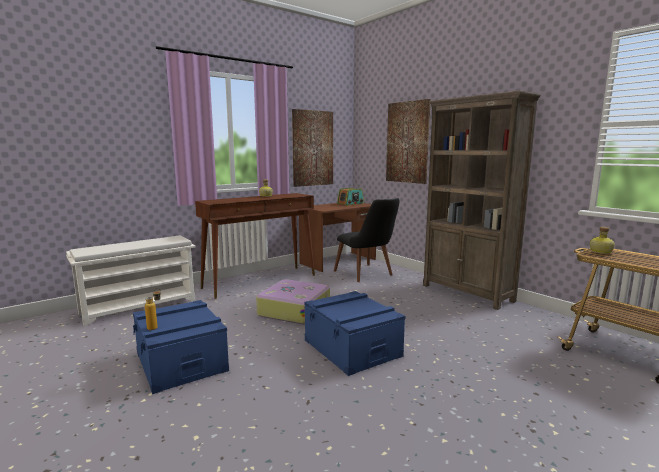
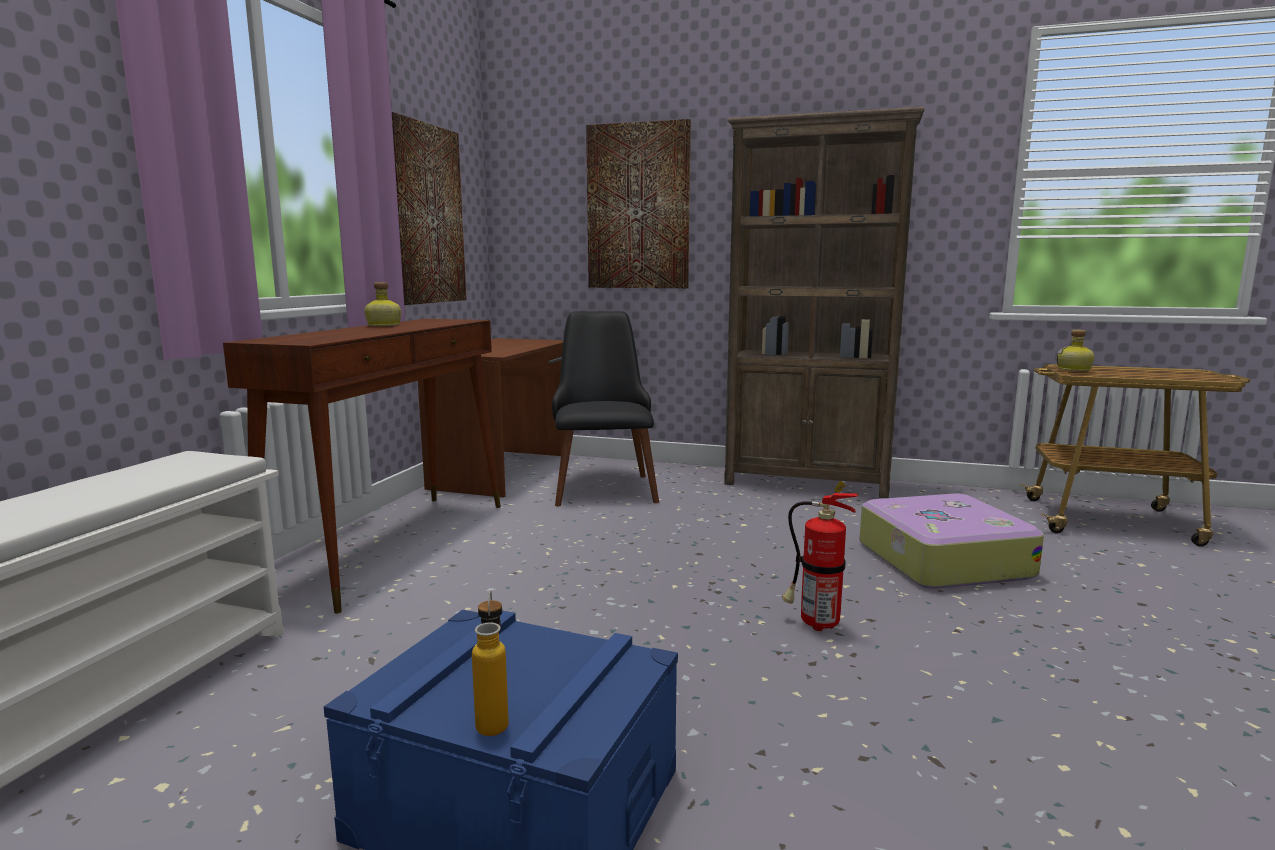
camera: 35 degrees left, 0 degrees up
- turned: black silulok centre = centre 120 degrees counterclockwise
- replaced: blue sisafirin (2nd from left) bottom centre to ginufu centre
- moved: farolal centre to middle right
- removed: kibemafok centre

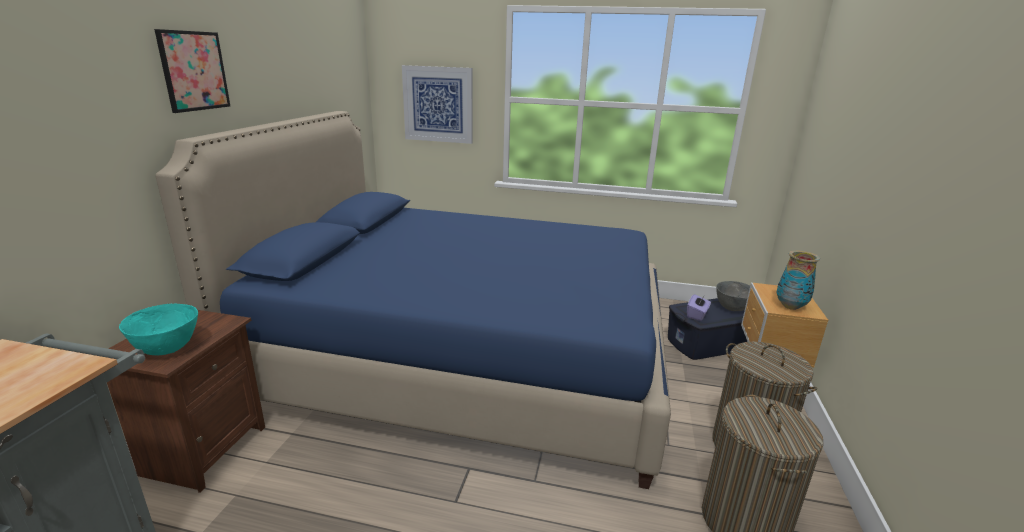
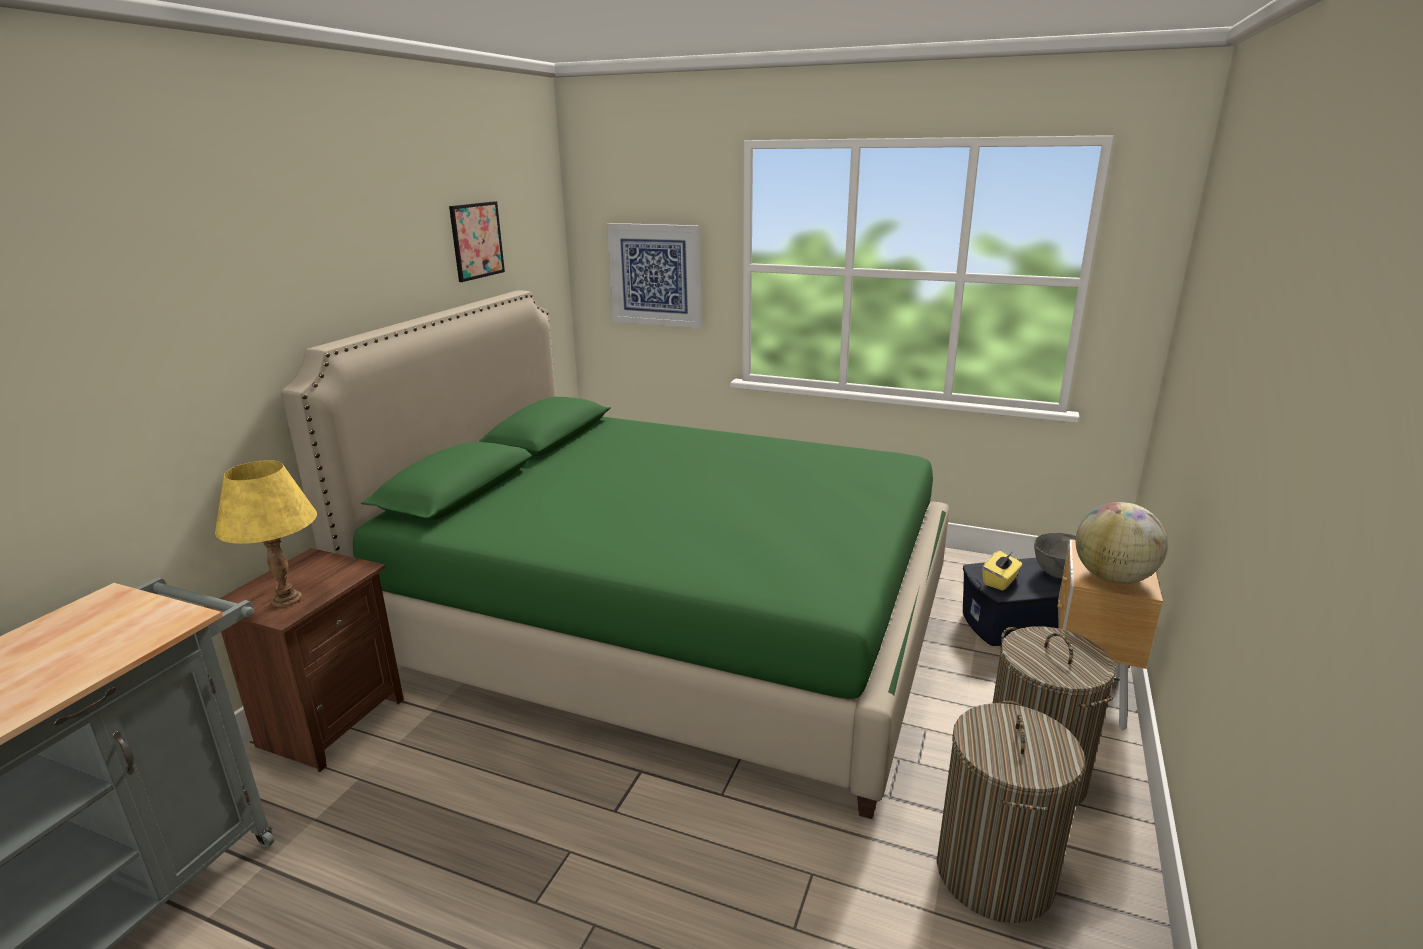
camera: 10 degrees right, 0 degrees up
- replaced: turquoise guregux middle left to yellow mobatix middle left
- recoloured: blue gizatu centre to green gizatu centre
- moved: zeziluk (1st from left) top left to top centre
- recoloured: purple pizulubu middle right to yellow pizulubu middle right
- replaced: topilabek middle right to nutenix middle right

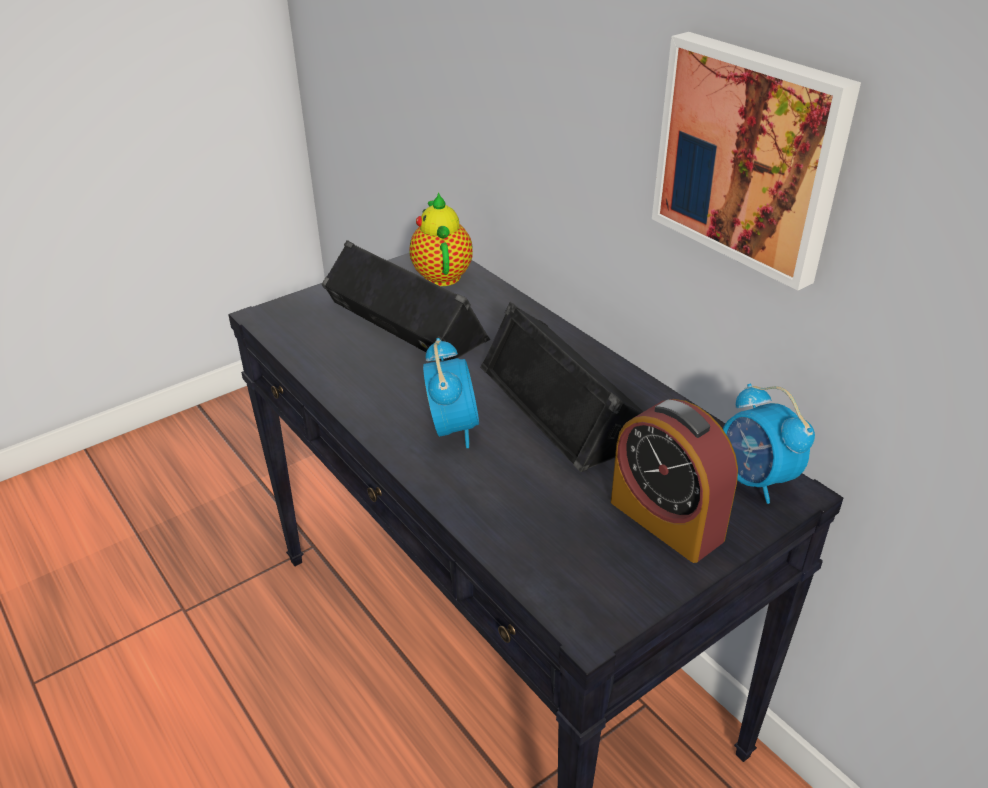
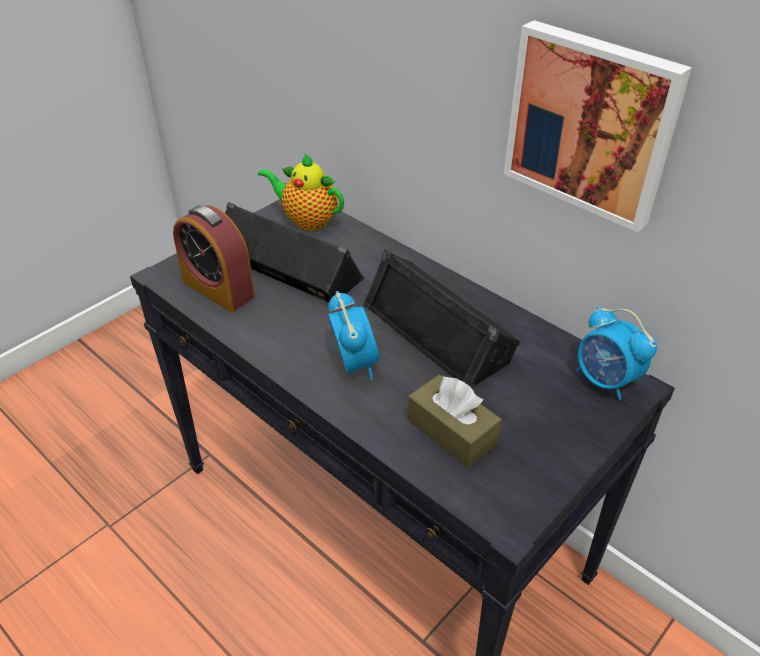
camera: 10 degrees left, 5 degrees up
- moved: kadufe (2nd from left in the first image) middle right to kadufe (1st from left) middle left
- turned: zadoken top centre = top centre 45 degrees counterclockwise
- added: brown pizulubu centre

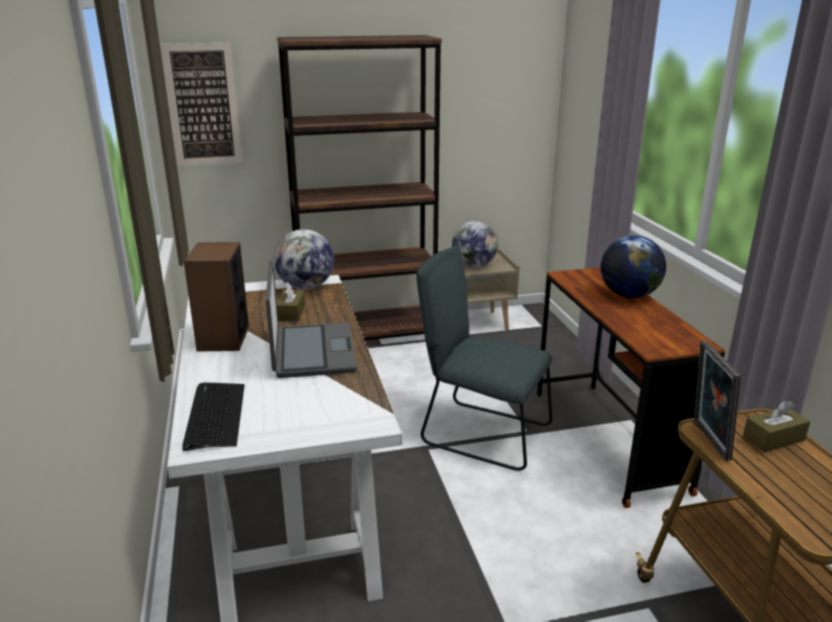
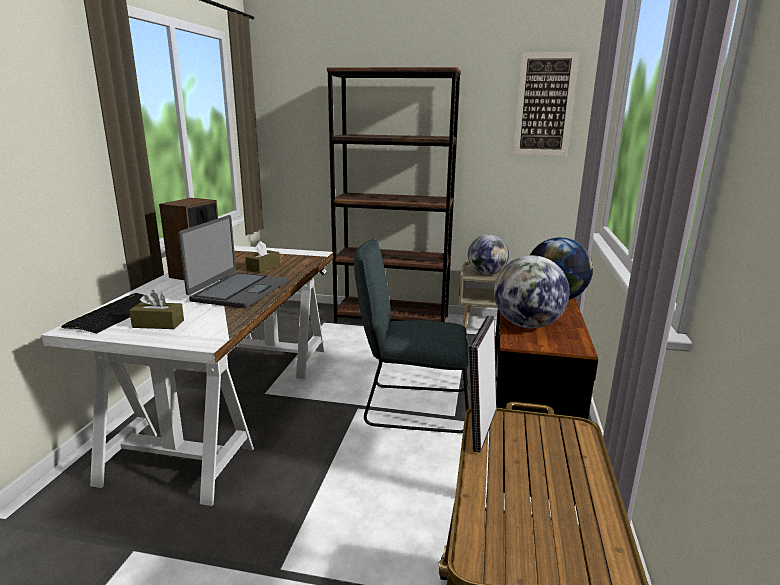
camera: 25 degrees right, 5 degrees down
- moved: brown pizulubu (2nd from left in the first image) bottom right to brown pizulubu (1st from left) middle left
- turned: grey silulok centre = centre 45 degrees counterclockwise
- moved: nutenix (1st from left in the first image) centre to nutenix (2nd from left) middle right
- moved: zeziluk top left to top right

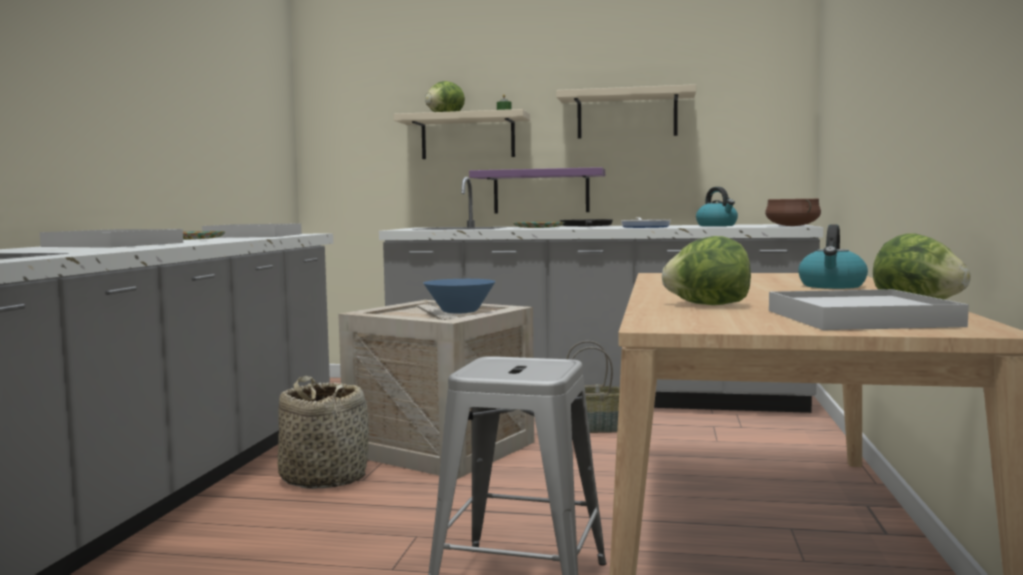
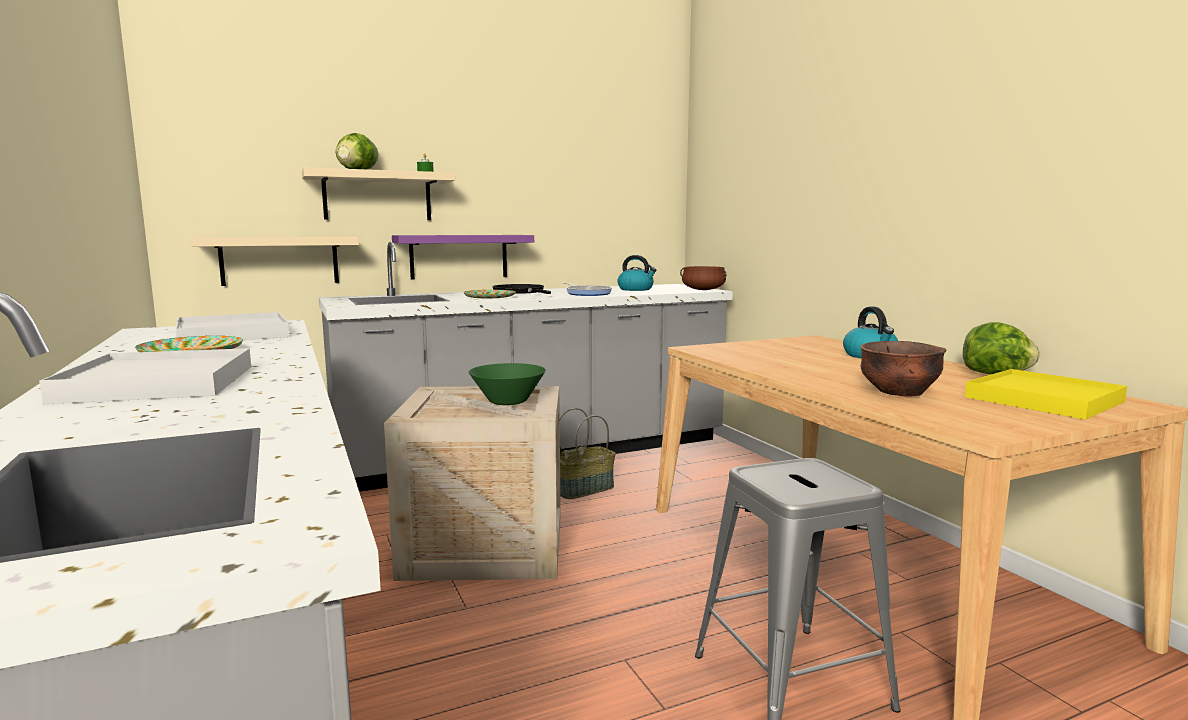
camera: 35 degrees left, 5 degrees up
- moved: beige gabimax (2nd from left in the first image) top centre to beige gabimax (1st from left) middle left
- recoloured: blue guregux centre to green guregux centre
- replaced: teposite (2nd from left) middle right to brown guregux middle right
- recoloured: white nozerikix (3rd from left) middle right to yellow nozerikix middle right
- removed: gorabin (1st from left) bottom left

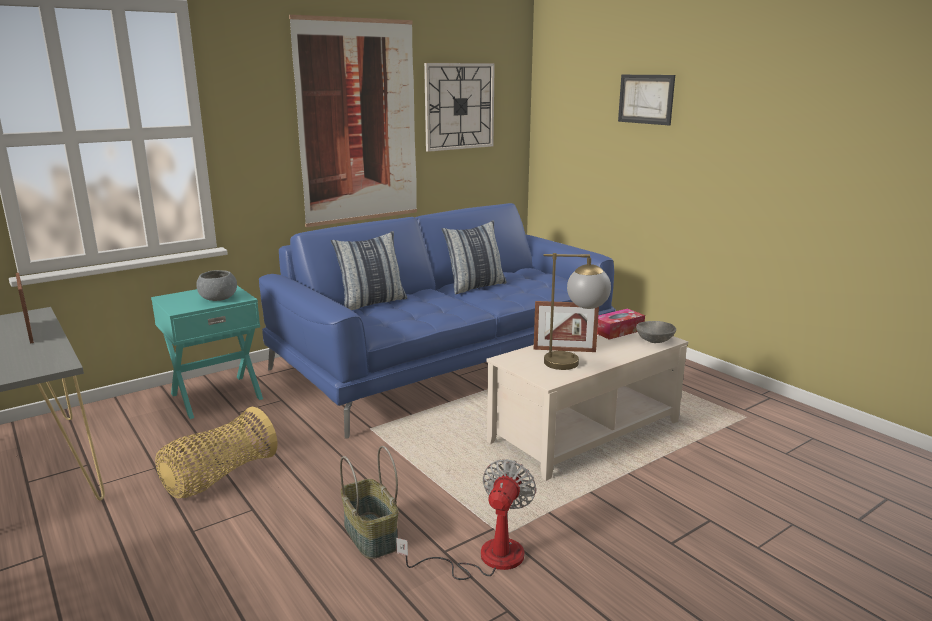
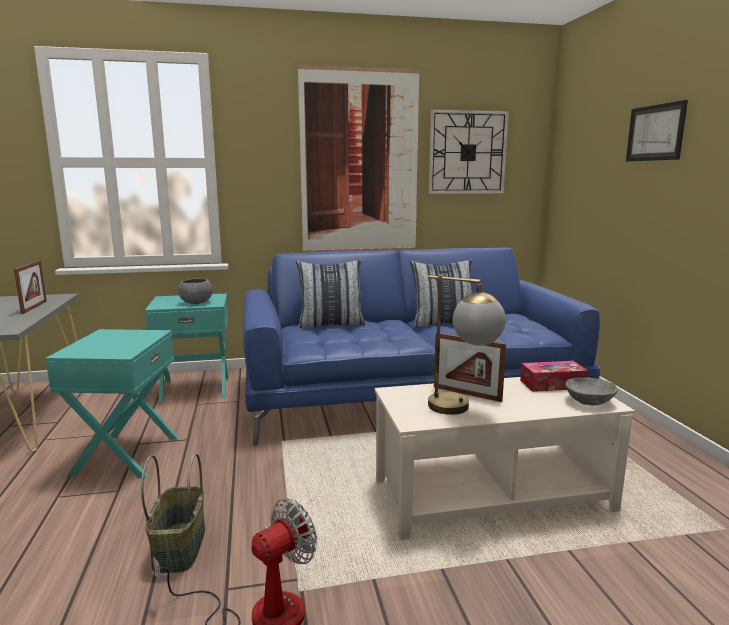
camera: 25 degrees right, 5 degrees down
- replaced: gorabin (1st from left) bottom left to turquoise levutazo (1st from left) middle left

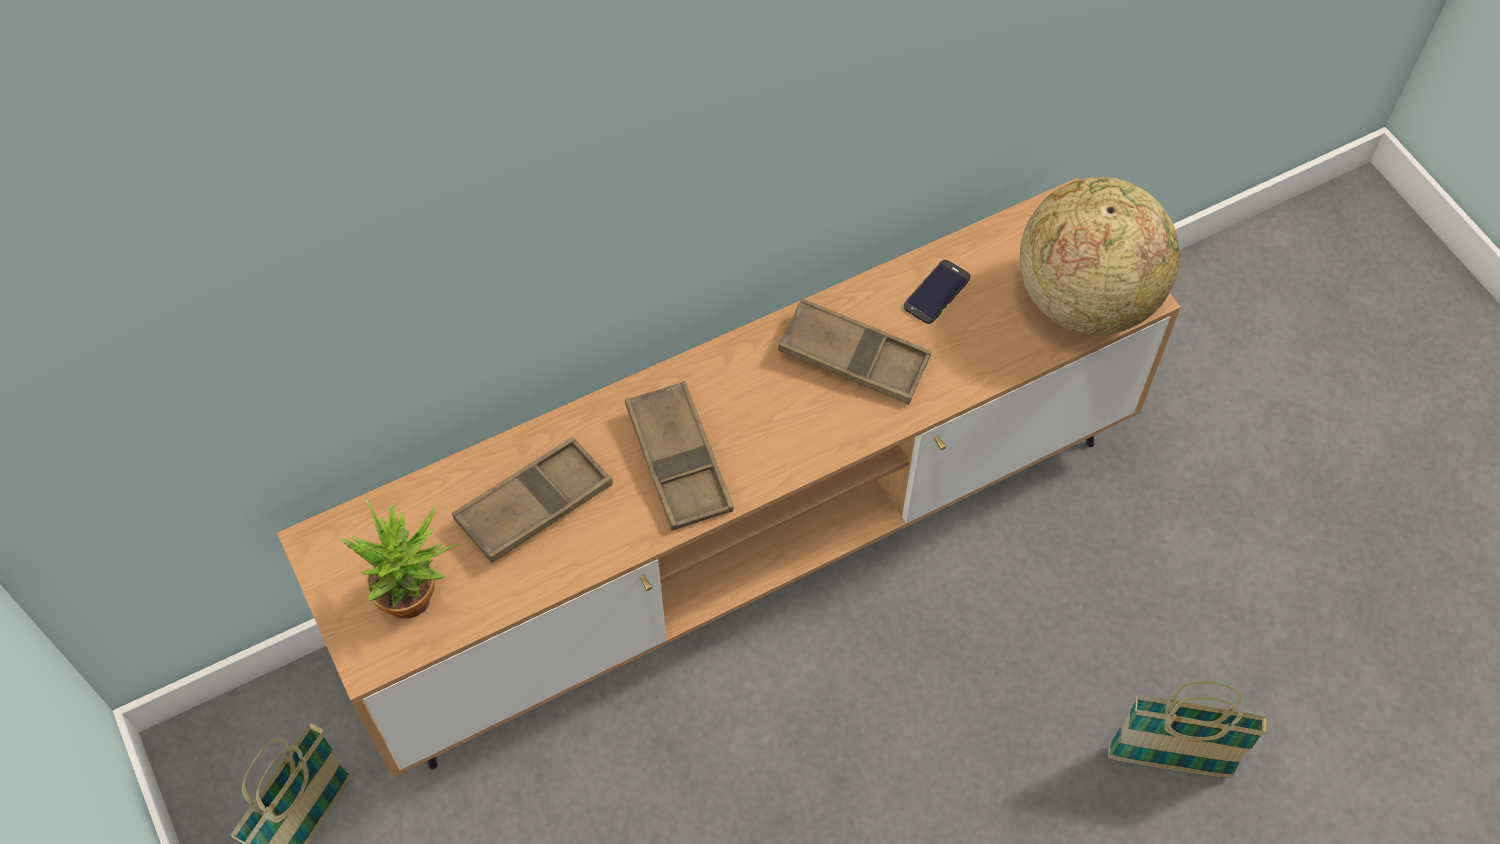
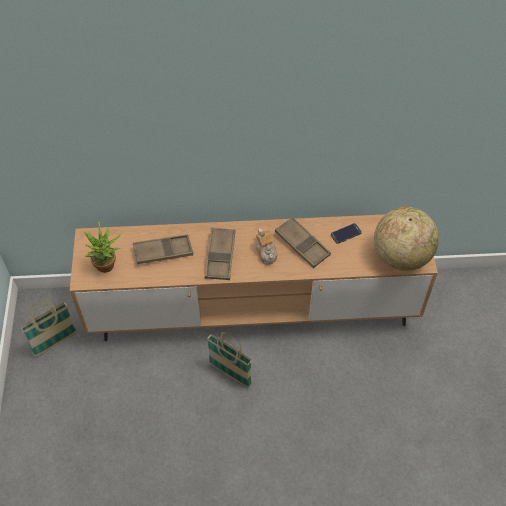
camera: 25 degrees right, 5 degrees down
- moved: gorabin (2nd from left) bottom right to bottom centre
- added: zadoken centre

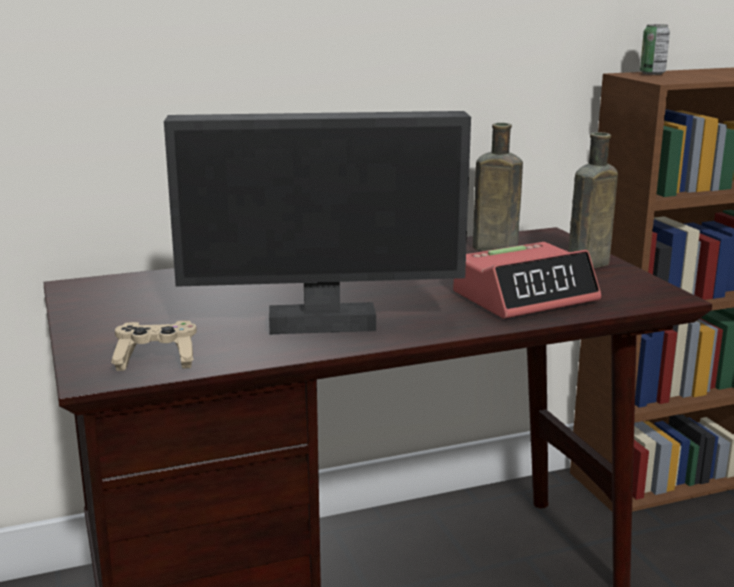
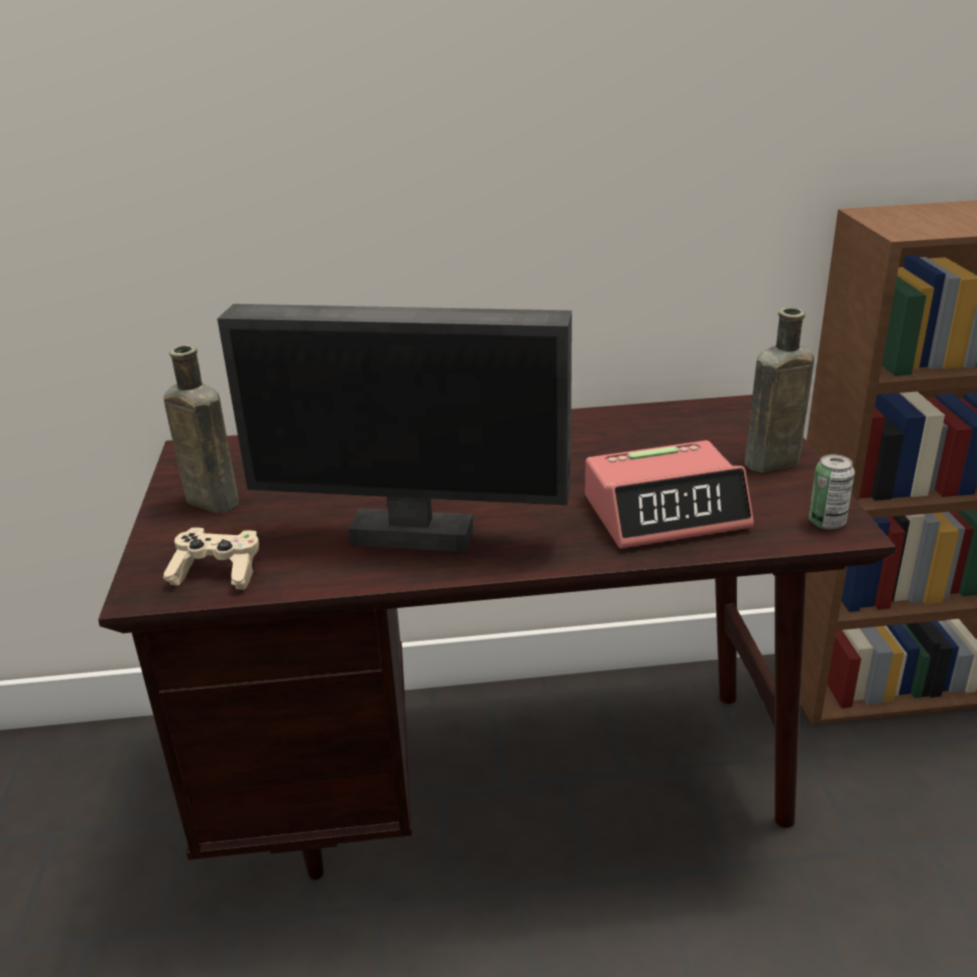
camera: 15 degrees right, 10 degrees up
- moved: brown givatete (1st from left) top right to middle left
- moved: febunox top right to middle right

